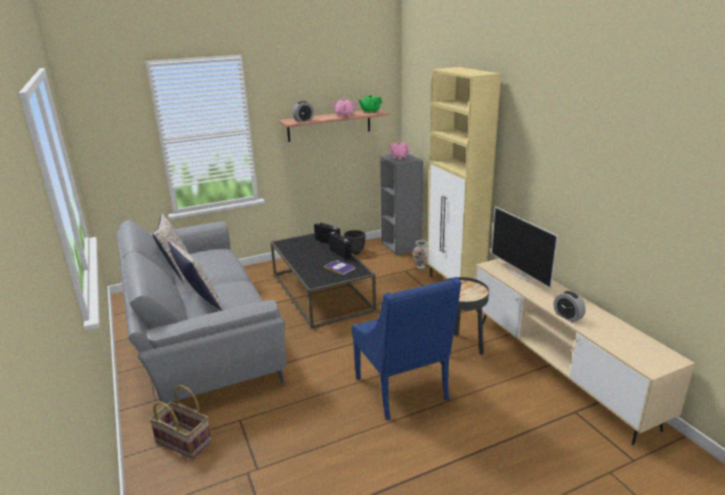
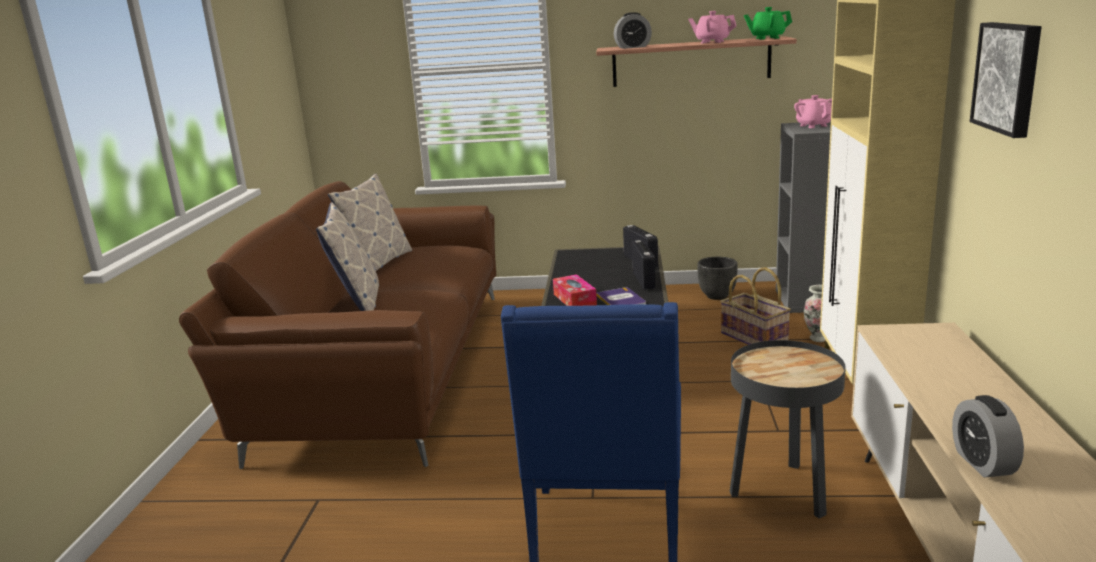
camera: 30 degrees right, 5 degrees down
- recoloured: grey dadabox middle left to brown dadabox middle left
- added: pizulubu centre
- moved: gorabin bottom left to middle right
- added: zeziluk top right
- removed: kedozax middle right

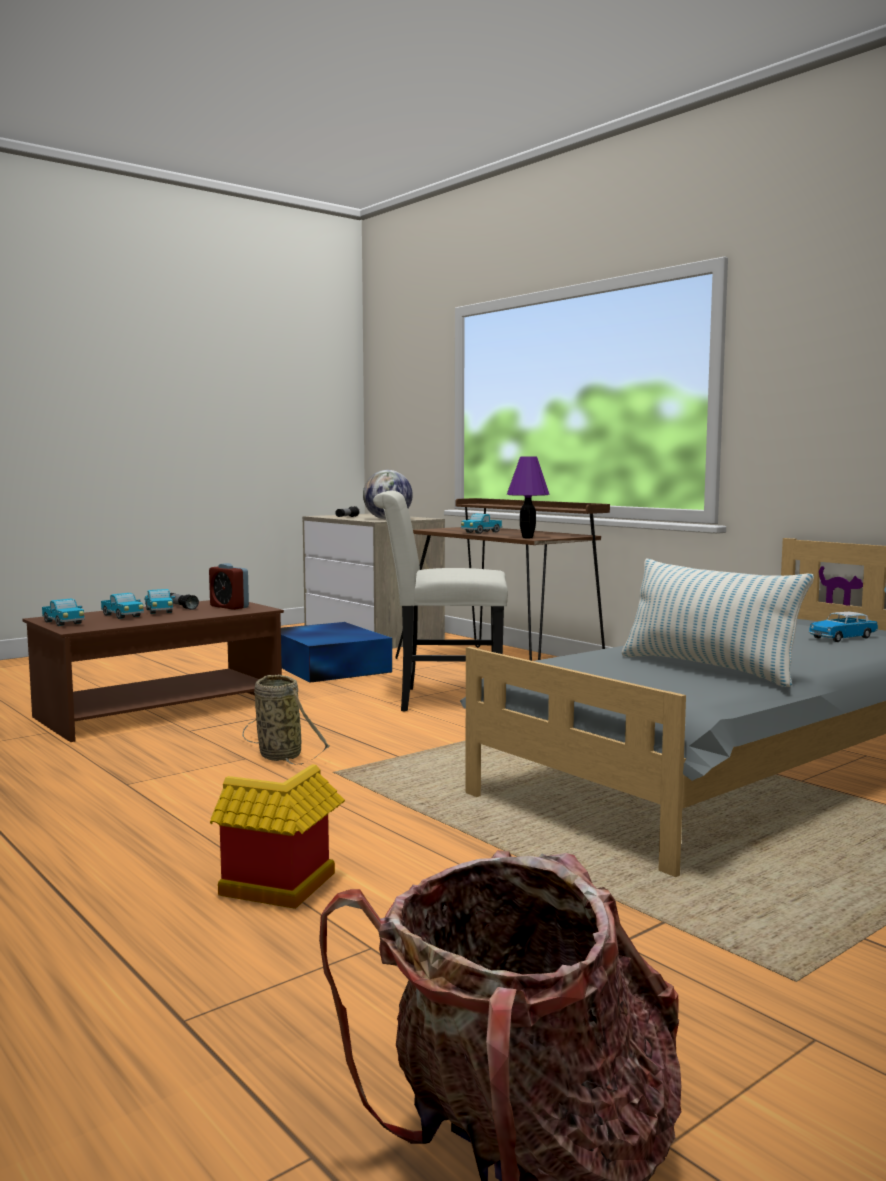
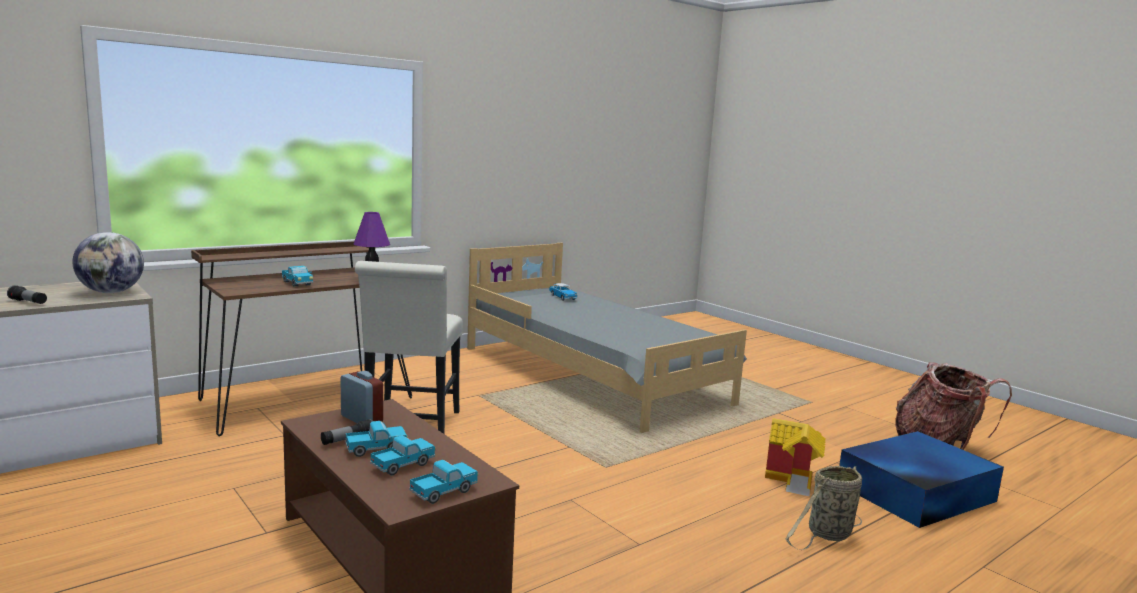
camera: 90 degrees left, 5 degrees up
- turned: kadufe middle left = bottom left 90 degrees counterclockwise
- moved: gorabin middle left to bottom right
- moved: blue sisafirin centre to bottom right
- removed: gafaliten middle right

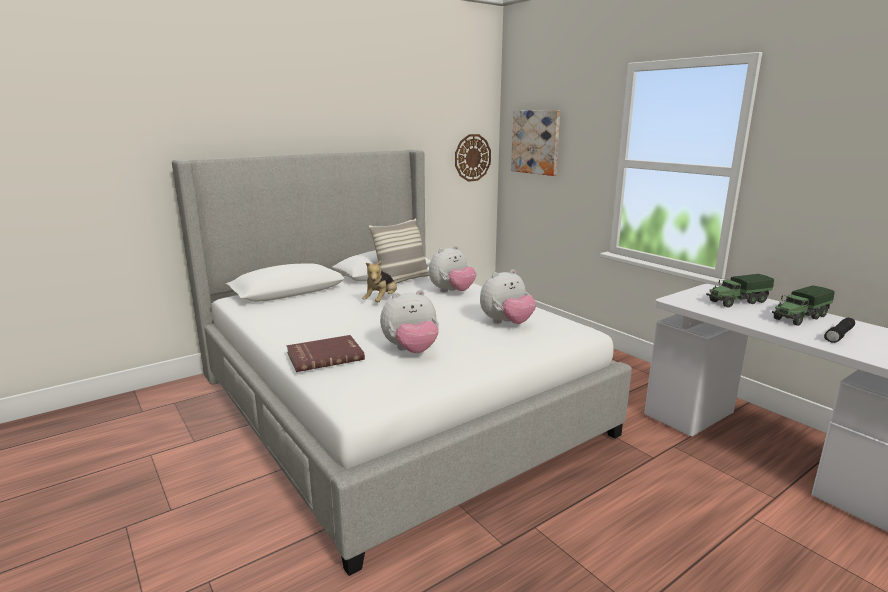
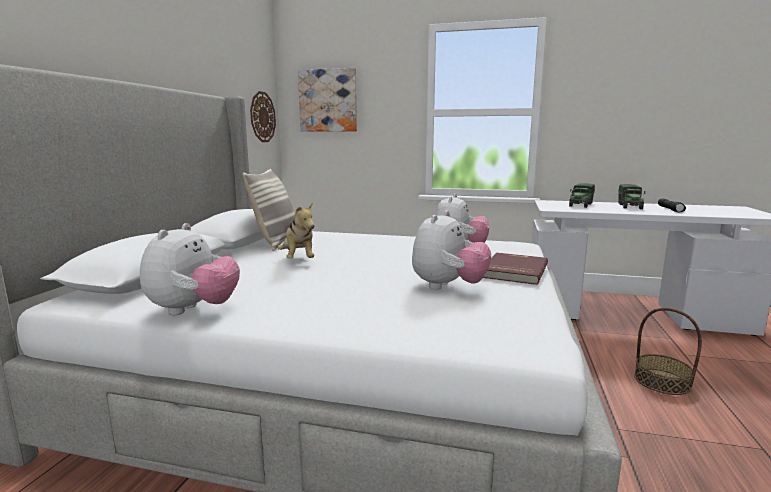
camera: 40 degrees left, 5 degrees down
- moved: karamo (3rd from left in the first image) centre to karamo (1st from left) middle left
- moved: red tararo centre to middle right
- added: gorabin bottom right

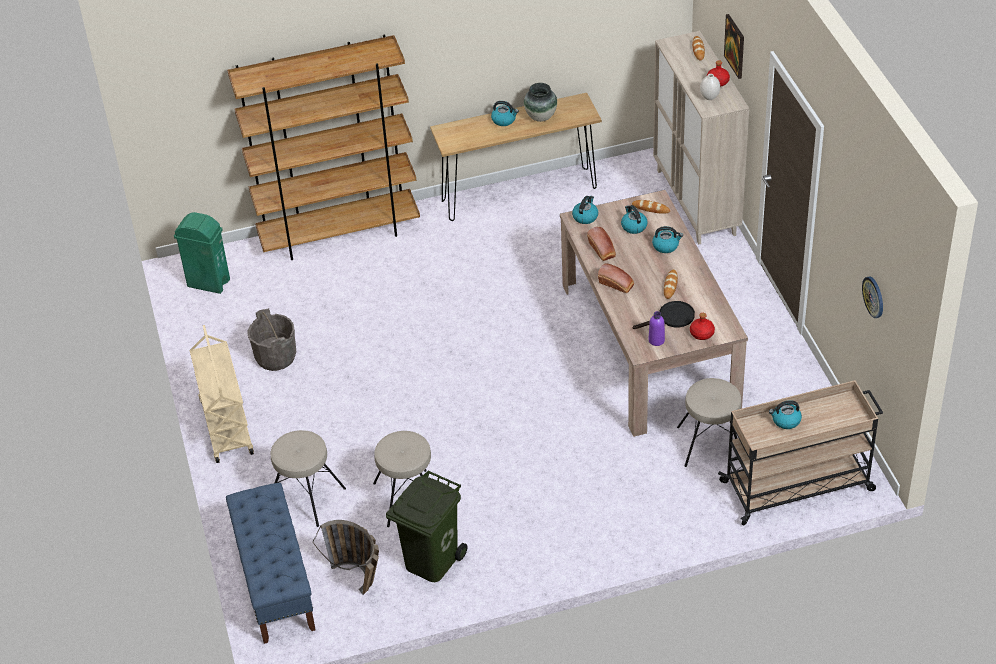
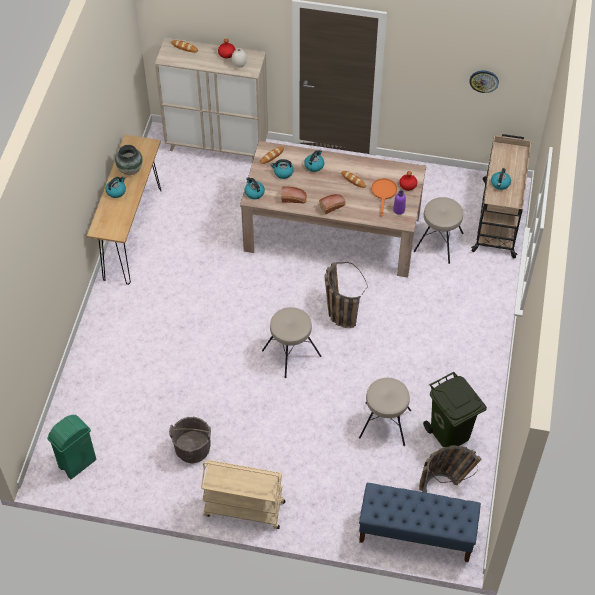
camera: 65 degrees left, 10 degrees up
- moved: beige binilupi (1st from left) bottom left to centre
- added: gorabin (1st from left) centre
- recoloured: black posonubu middle right to orange posonubu top centre
- removed: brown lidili top left
- removed: zeziluk top right

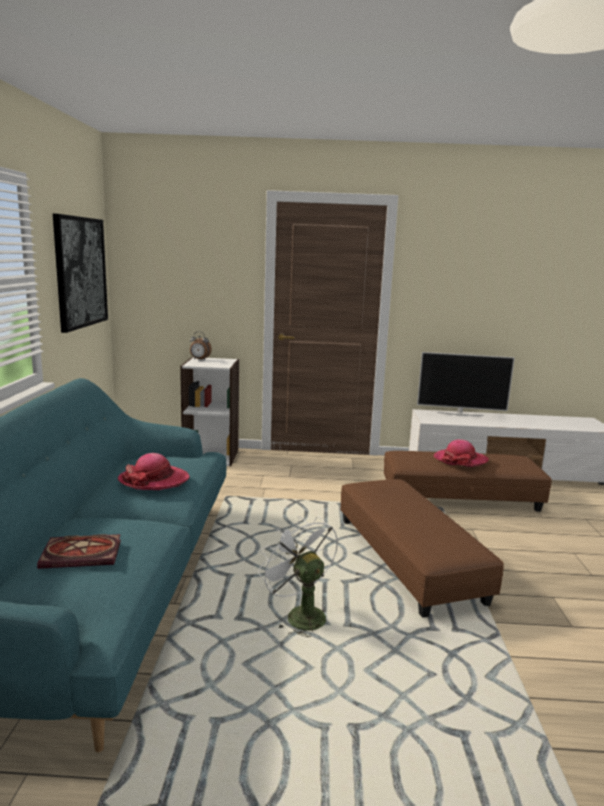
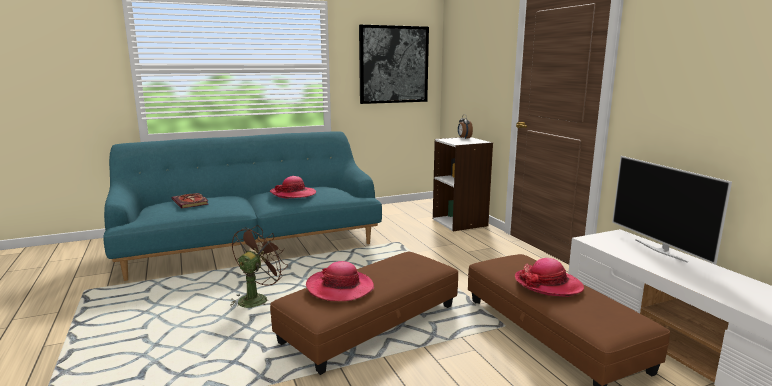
camera: 65 degrees right, 0 degrees up
- recoloured: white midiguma bottom centre to brown midiguma bottom centre
- added: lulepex (2nd from left) bottom centre

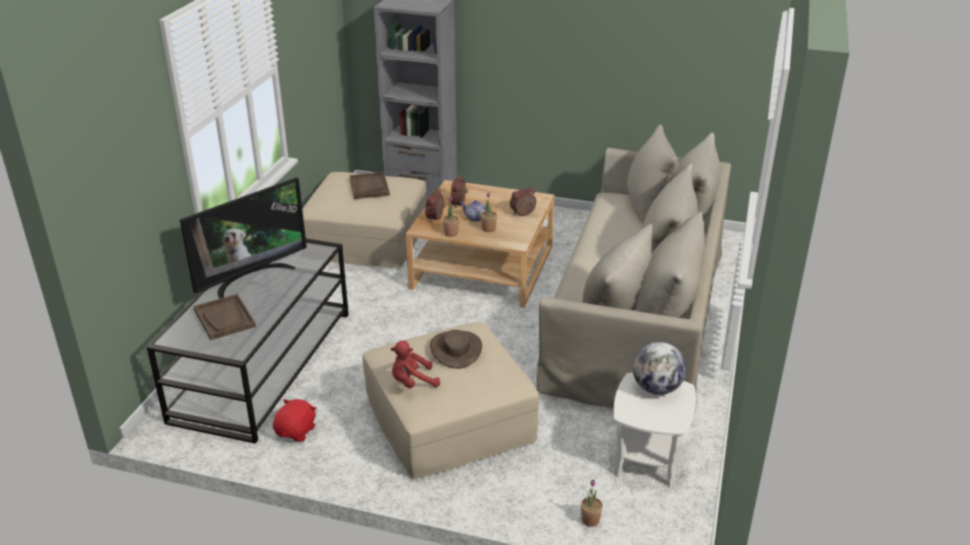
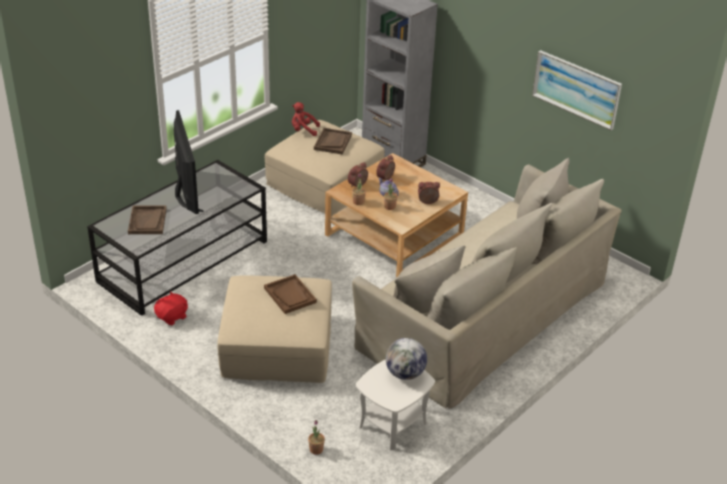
camera: 25 degrees right, 5 degrees up
- turned: kedozax middle left = middle left 90 degrees counterclockwise
- replaced: brown lulepex centre to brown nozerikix (2nd from left) centre
- moved: red karamo (2nd from left) bottom centre to top centre
- added: zeziluk top right

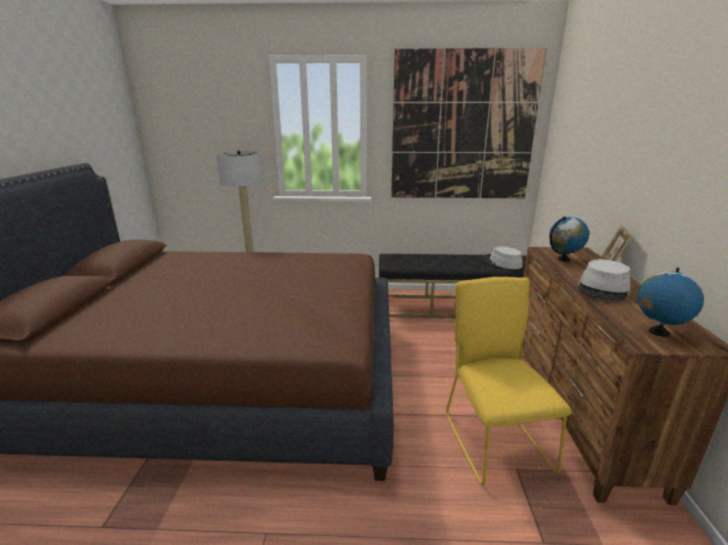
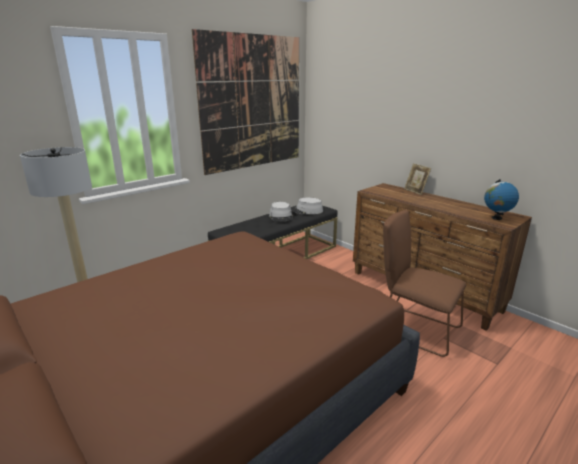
camera: 45 degrees left, 0 degrees up
- moved: grey lulepex (2nd from left in the first image) middle right to grey lulepex (1st from left) centre
- recoloured: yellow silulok bottom right to brown silulok middle right
- removed: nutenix (1st from left) middle right

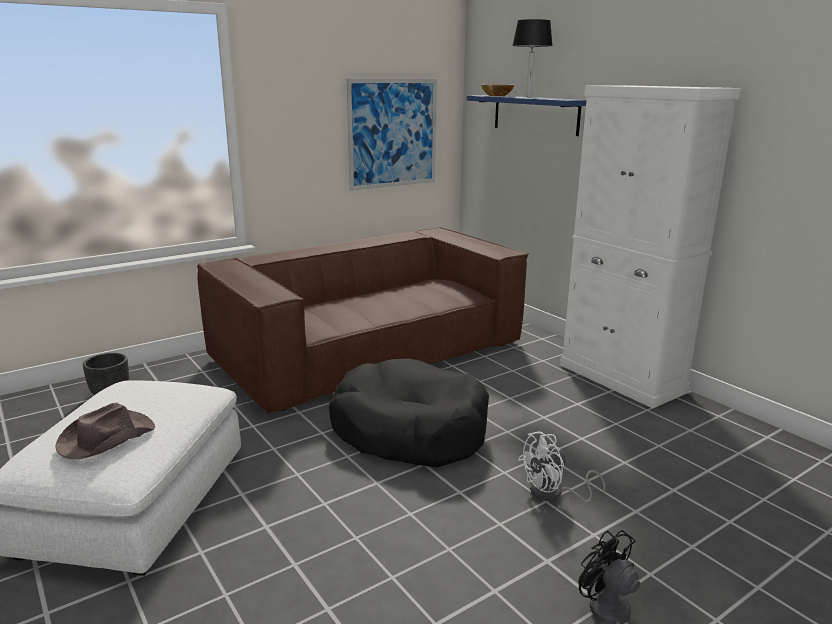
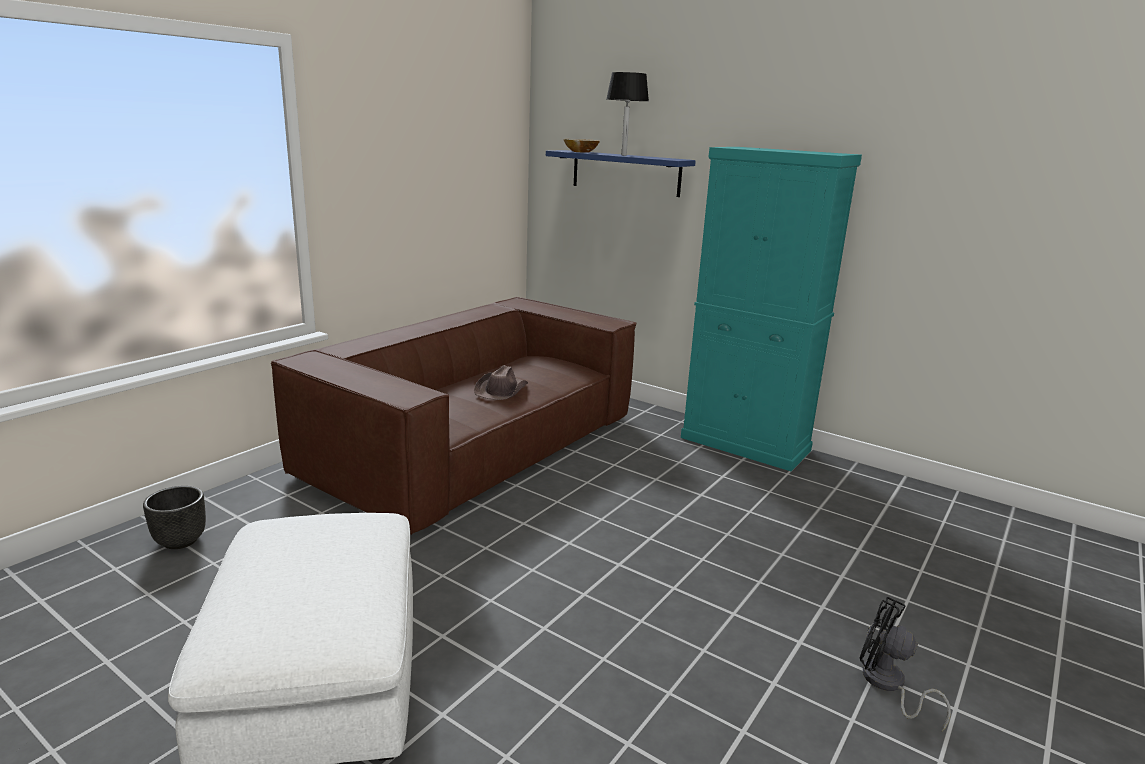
camera: 20 degrees left, 0 degrees up
- moved: brown lulepex bottom left to centre
- recoloured: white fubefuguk middle right to turquoise fubefuguk middle right
- removed: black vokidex centre
- removed: zeziluk top centre
- removed: white midiguma bottom right

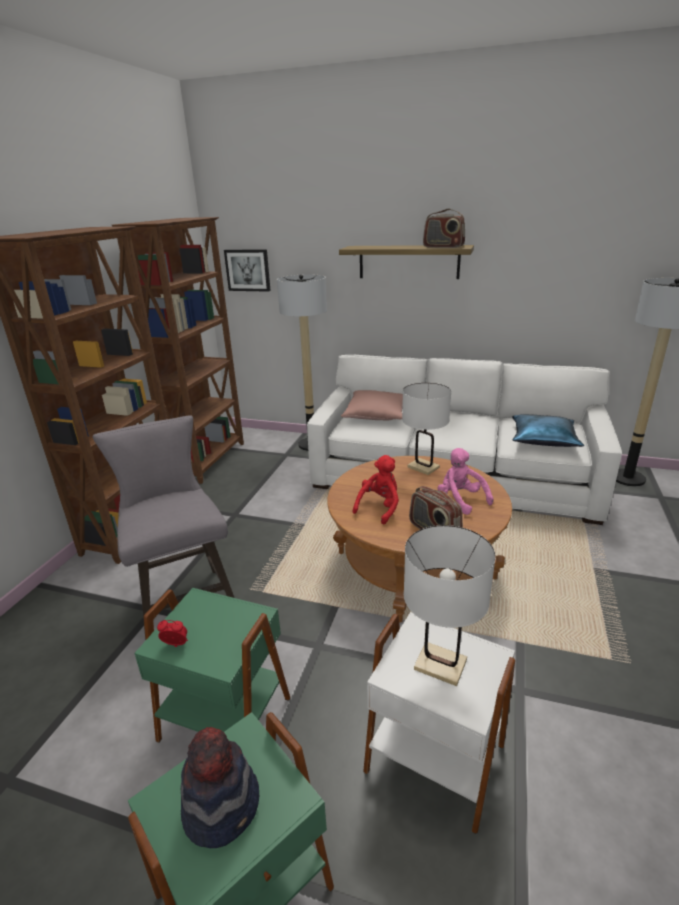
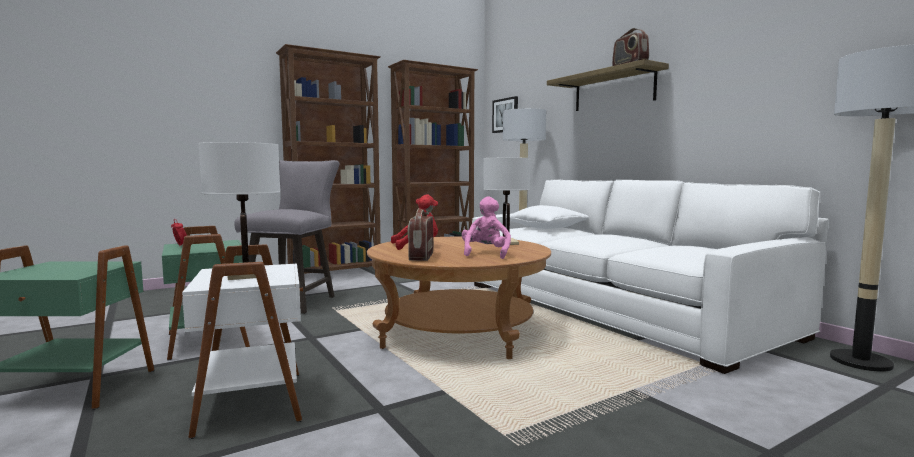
camera: 40 degrees right, 20 degrees down
- recoloured: pink gafaliten centre to white gafaliten centre
- removed: lulepex bottom left
- removed: blue gafaliten middle right

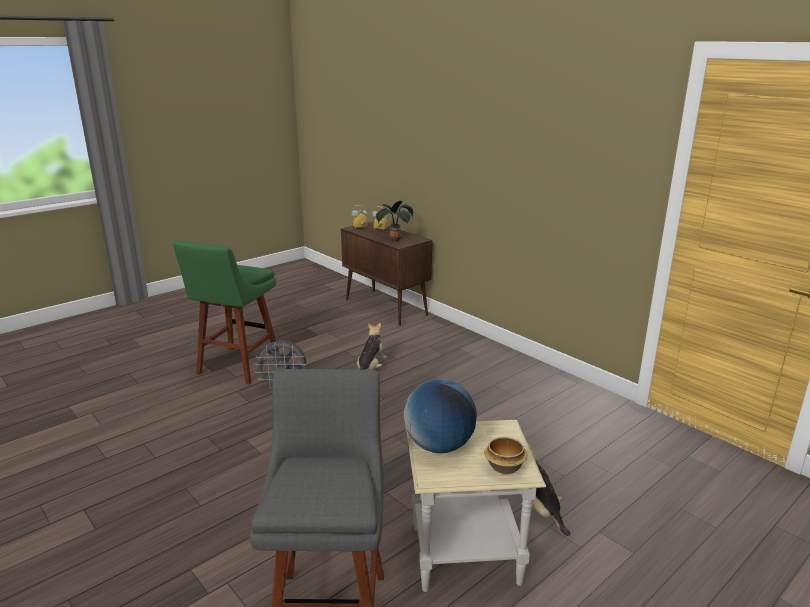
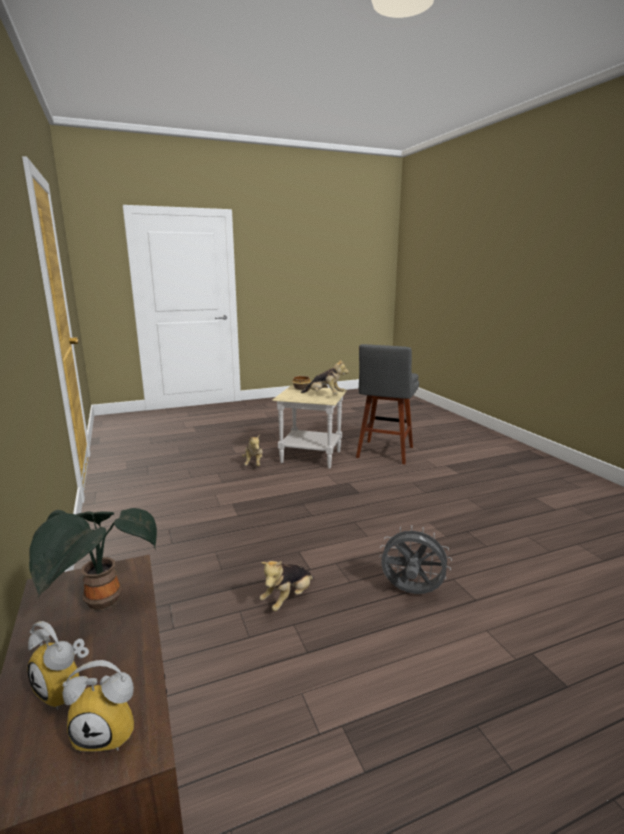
camera: 160 degrees left, 5 degrees down
- replaced: nutenix bottom centre to karamo (3rd from left) centre
- removed: green binilupi middle left

